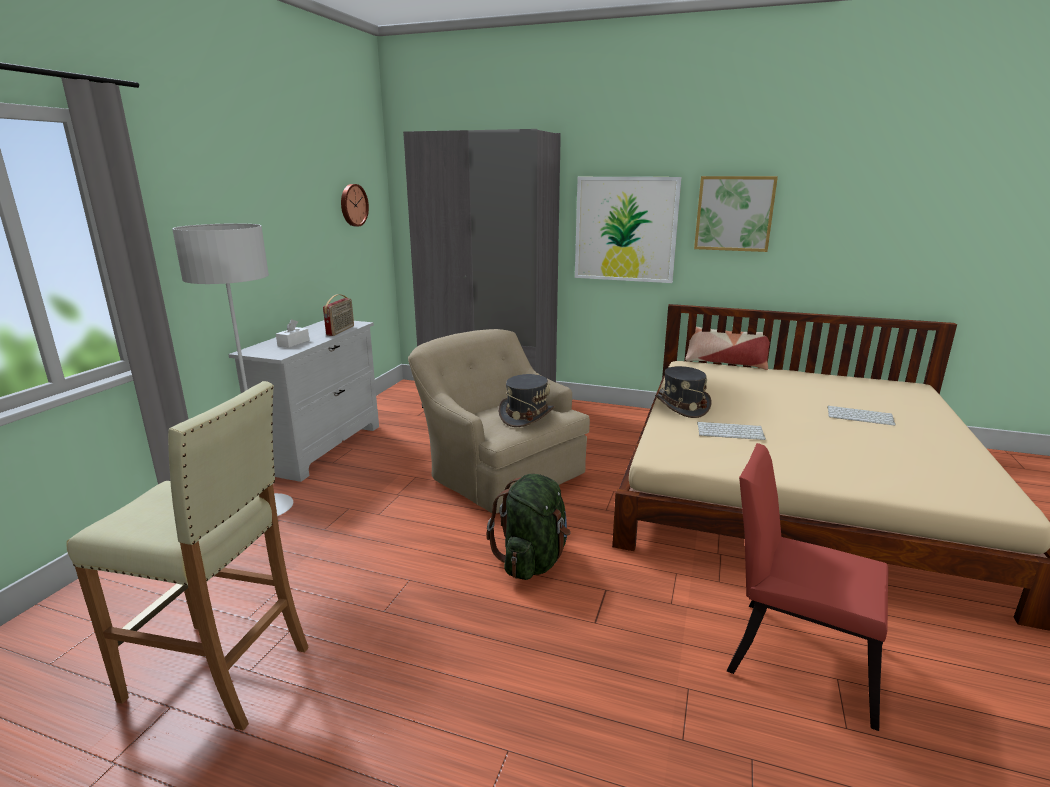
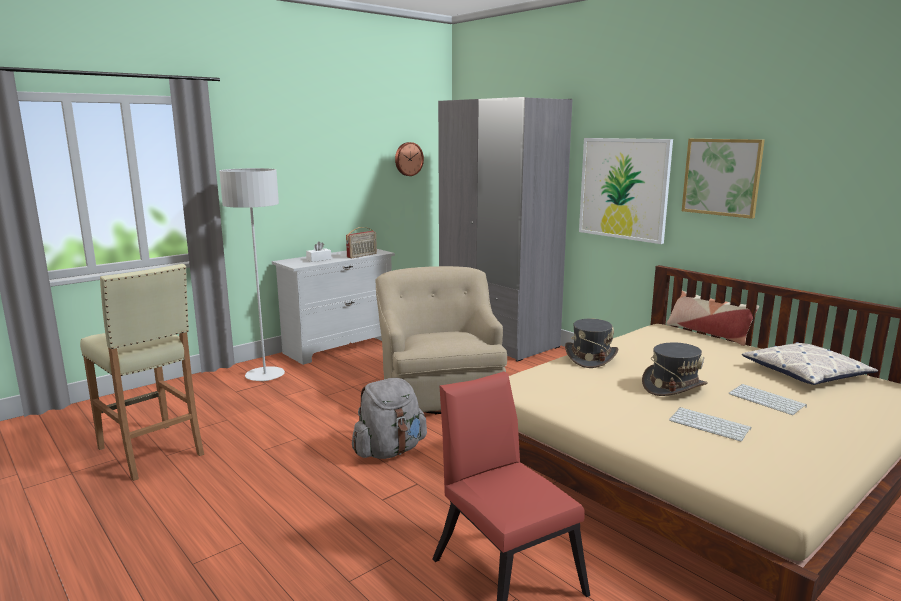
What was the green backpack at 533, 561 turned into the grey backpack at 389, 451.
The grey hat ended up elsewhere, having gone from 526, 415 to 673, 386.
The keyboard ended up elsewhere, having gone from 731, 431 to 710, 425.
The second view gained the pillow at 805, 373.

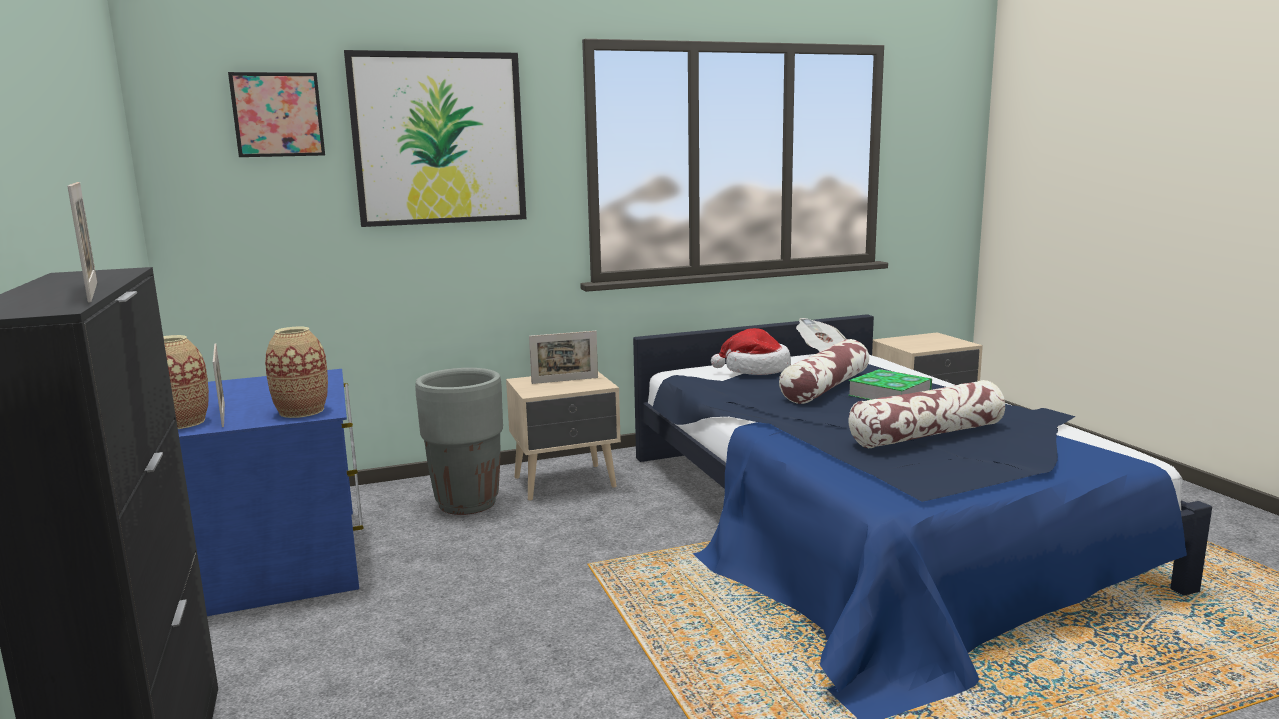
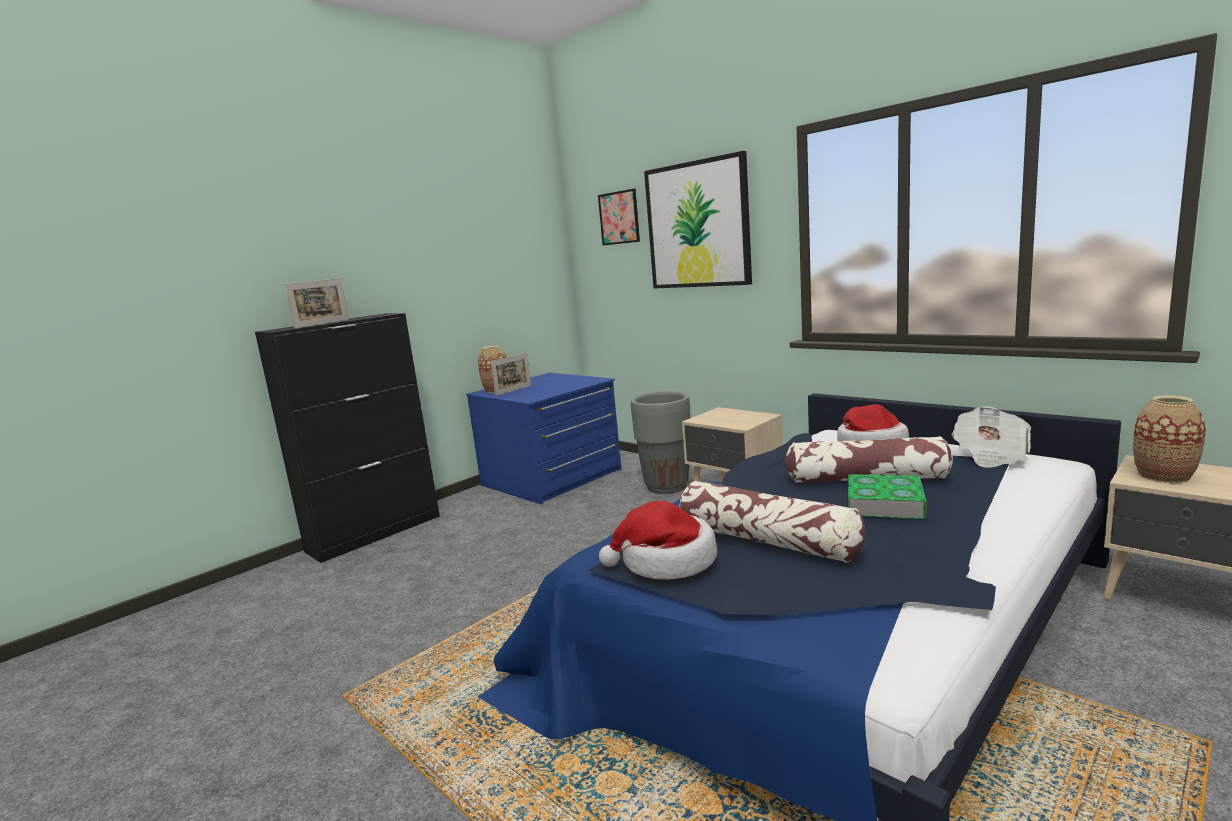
The second view gained the hat at 666, 561.
The vase ended up elsewhere, having gone from 301, 411 to 1163, 476.
The second view lost the picture frame at 565, 380.

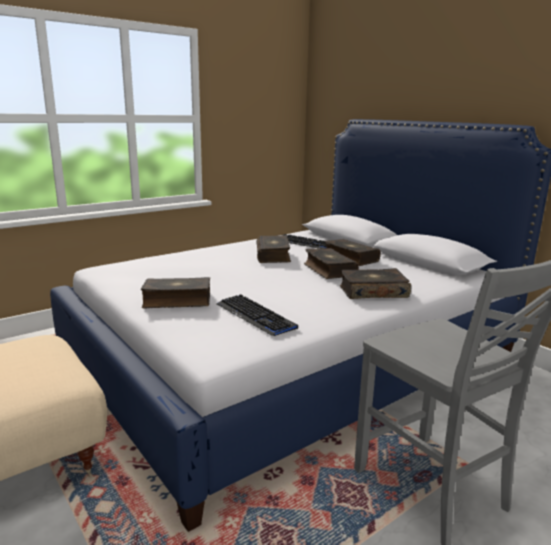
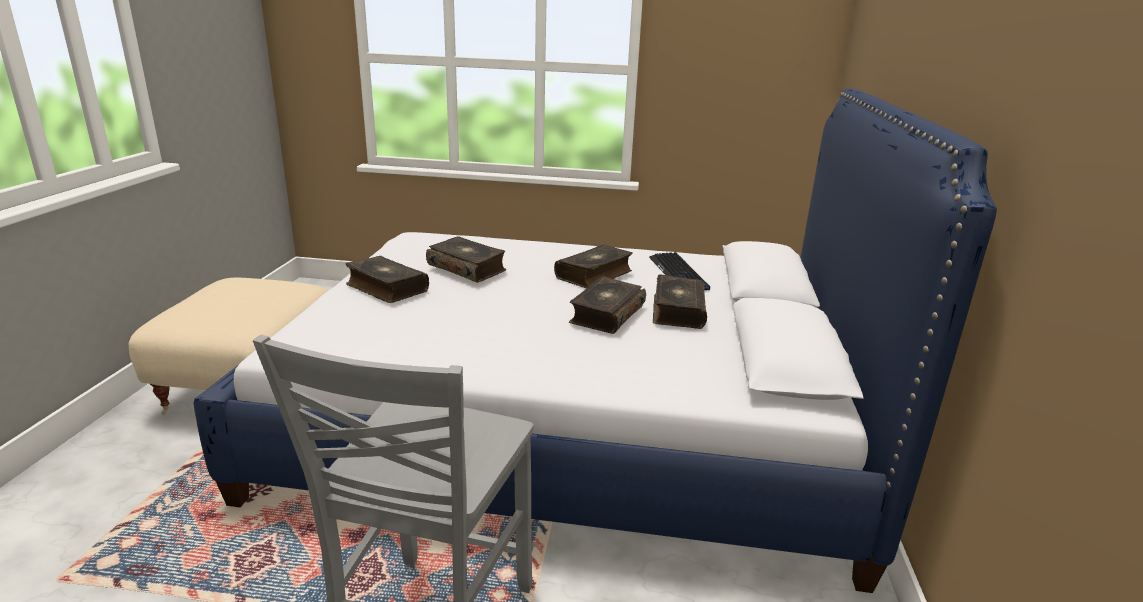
The book ended up elsewhere, having gone from 373, 292 to 467, 268.
The second view lost the keyboard at 255, 316.

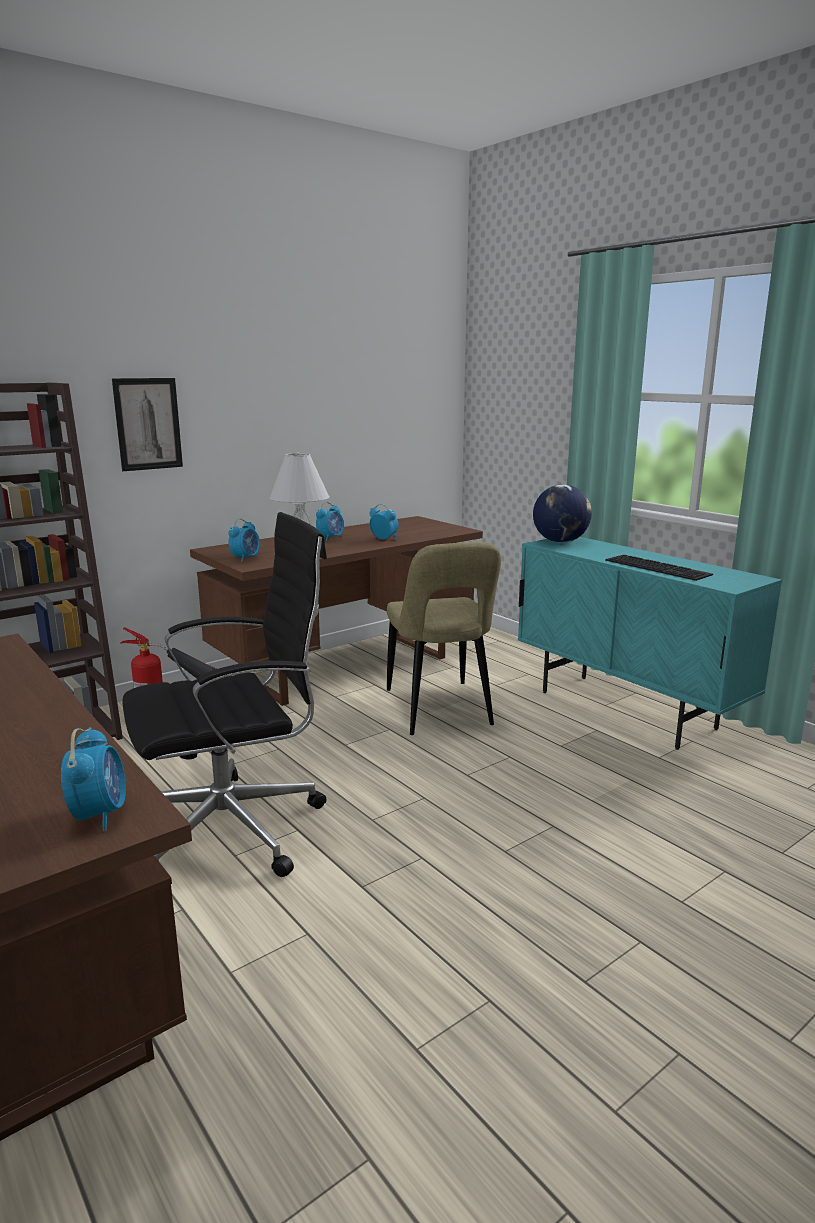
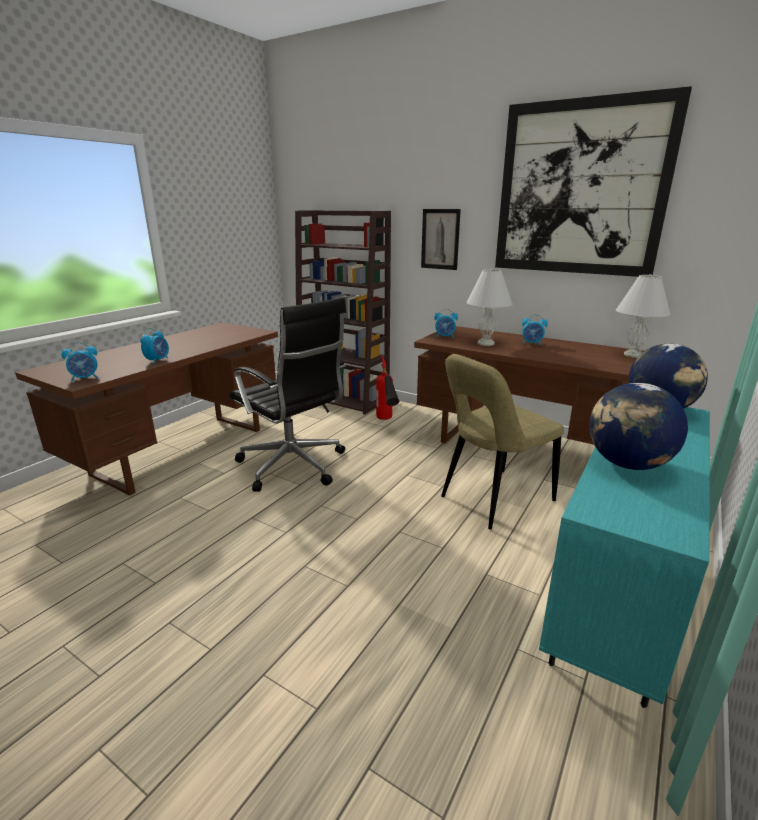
The alarm clock ended up elsewhere, having gone from 384, 539 to 158, 360.
The second view gained the picture at 580, 189.
Where the keyboard stood at 659, 567, the globe came to stand at 627, 464.
The second view gained the white table lamp at 633, 355.

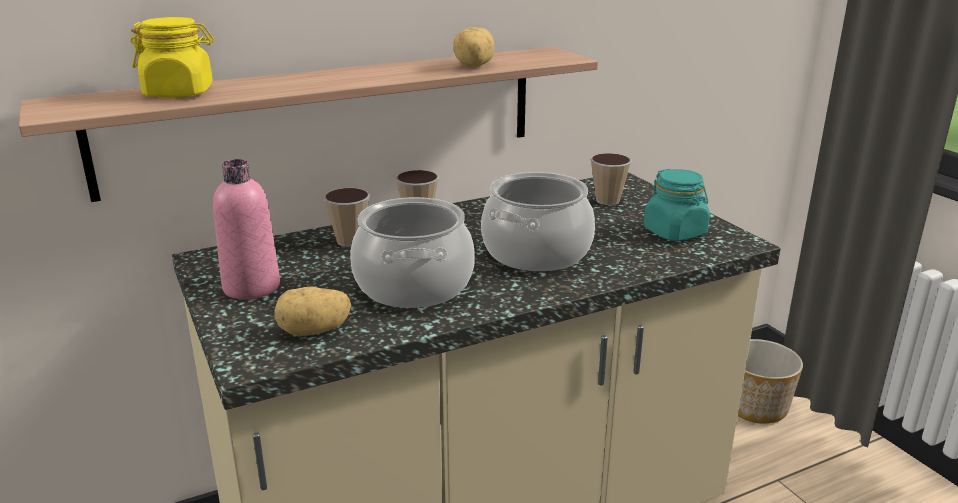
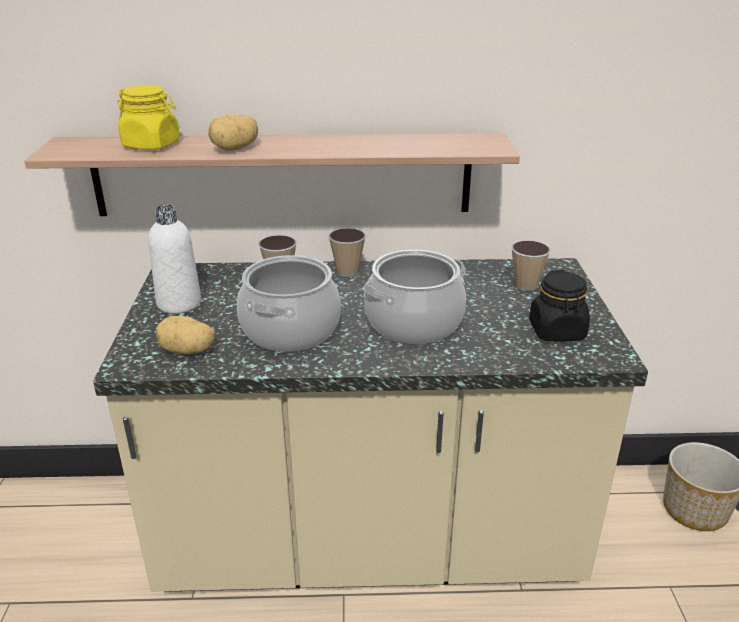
What was the pink bottle at 251, 287 turned into the white bottle at 179, 303.
The potato ended up elsewhere, having gone from 476, 65 to 236, 149.
What was the turquoise jar at 675, 232 turned into the black jar at 557, 331.

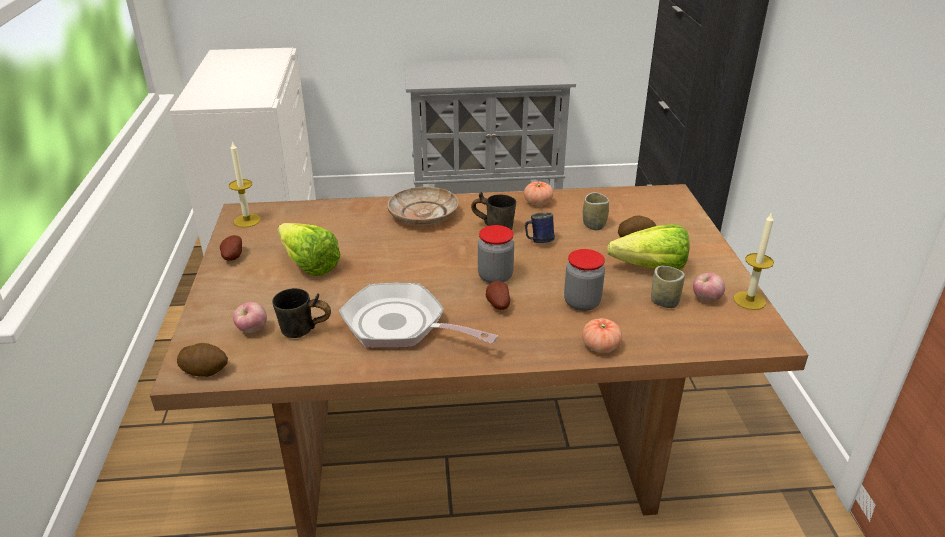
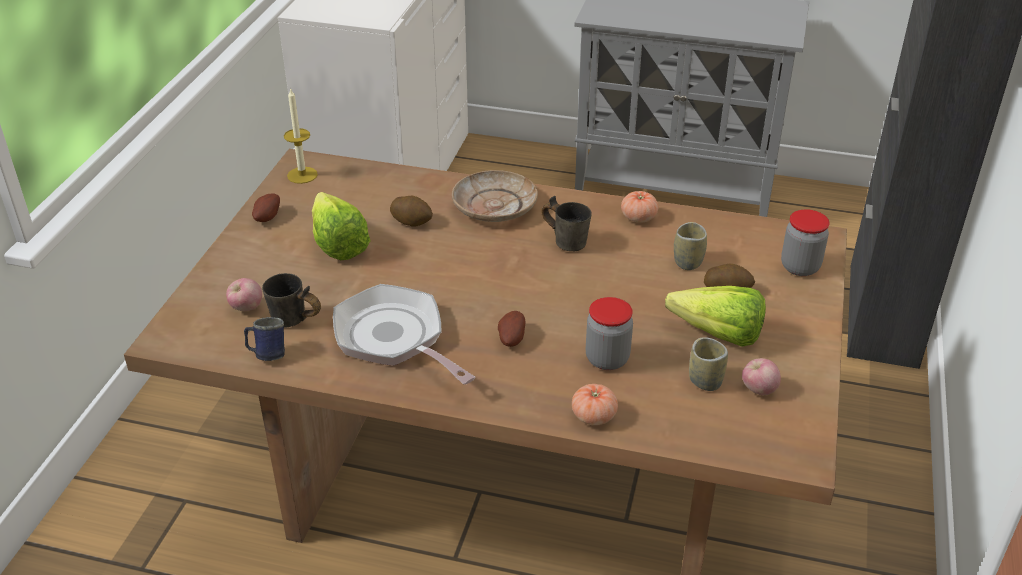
The blue mug ended up elsewhere, having gone from 538, 241 to 267, 354.
The potato ended up elsewhere, having gone from 205, 370 to 412, 221.
The jar ended up elsewhere, having gone from 495, 277 to 800, 267.
The second view lost the candle at 749, 300.

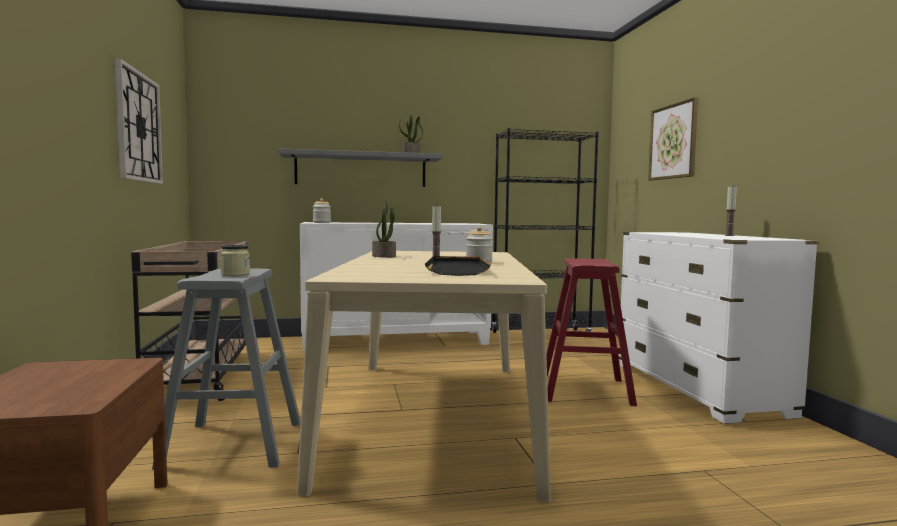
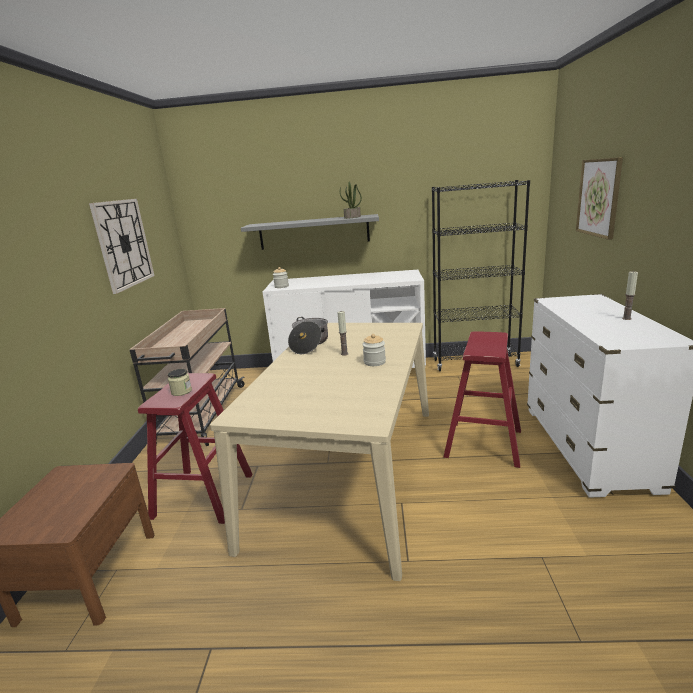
What was the grey stool at 234, 443 turned into the red stool at 203, 495.
Where the potted plant stood at 384, 256, the cooking pot came to stand at 309, 344.
The second view lost the black tray at 456, 269.

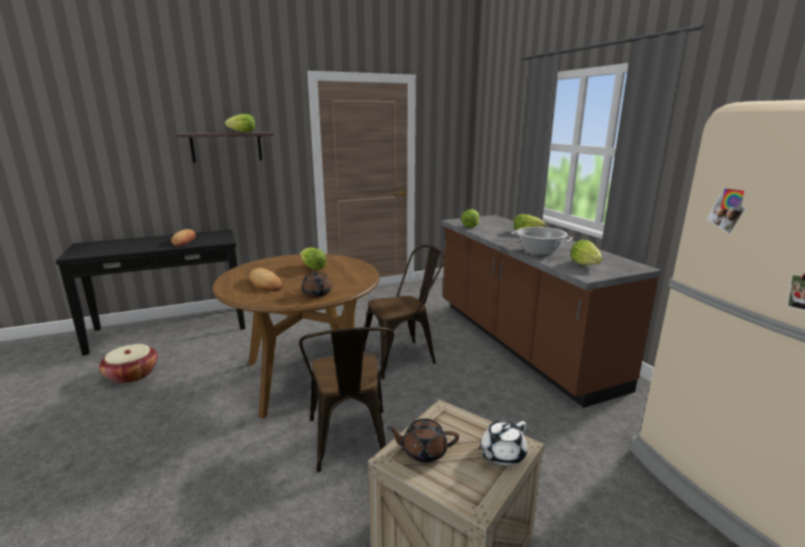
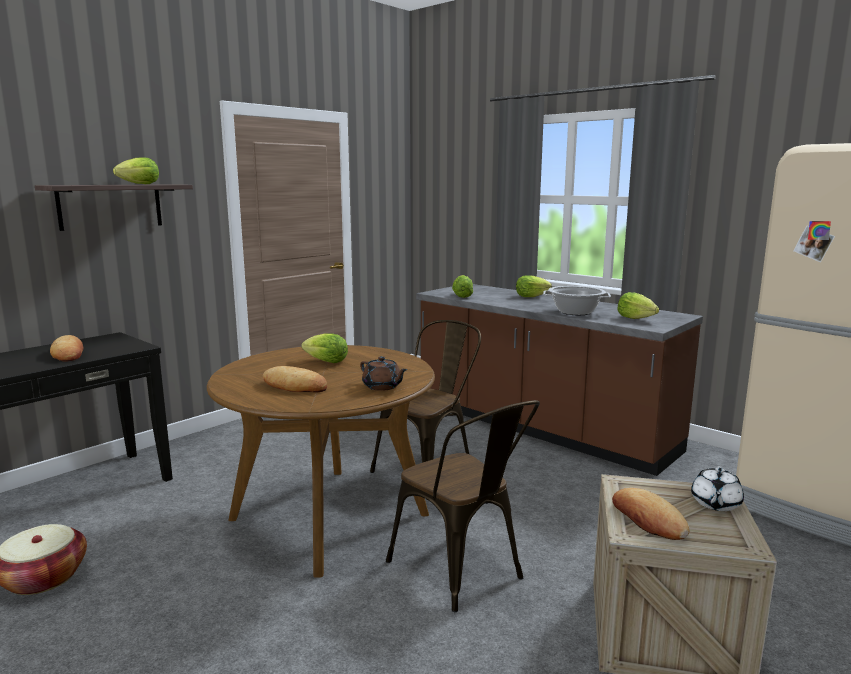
Where the brown teapot stood at 423, 451, the bread came to stand at 648, 520.

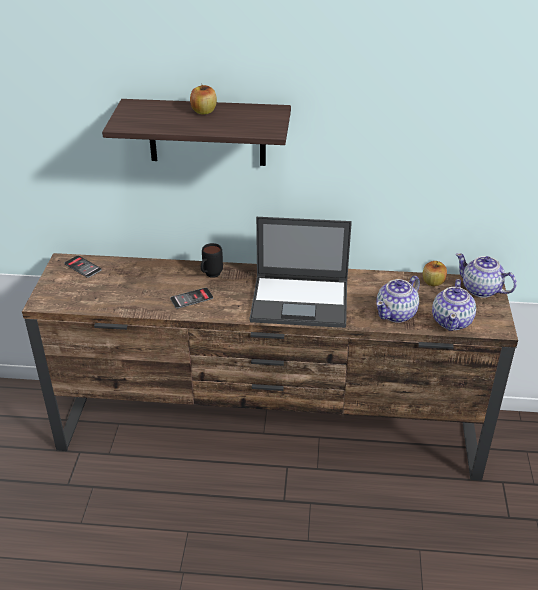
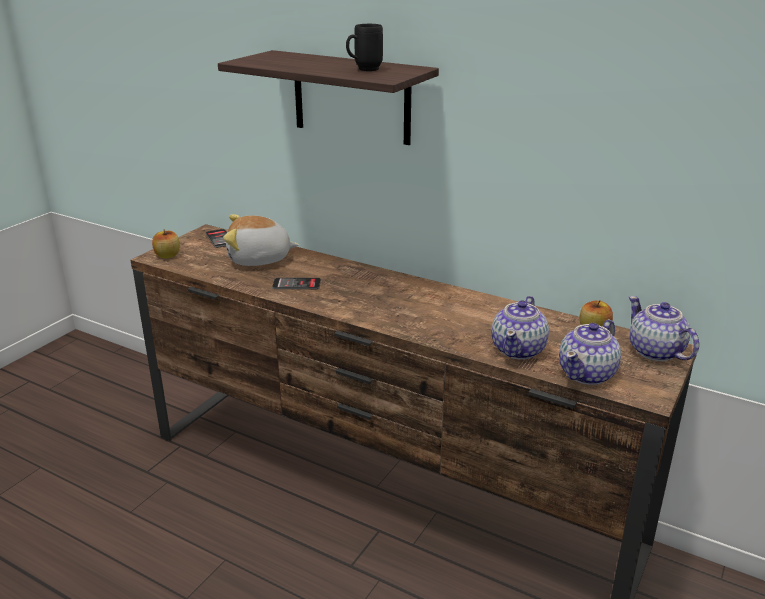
The apple ended up elsewhere, having gone from 204, 111 to 167, 255.
The second view gained the plush toy at 259, 259.
The black mug ended up elsewhere, having gone from 210, 275 to 363, 70.
The teapot at 396, 313 ended up facing another way, 45 degrees counterclockwise from before.
The second view lost the laptop at 301, 301.

